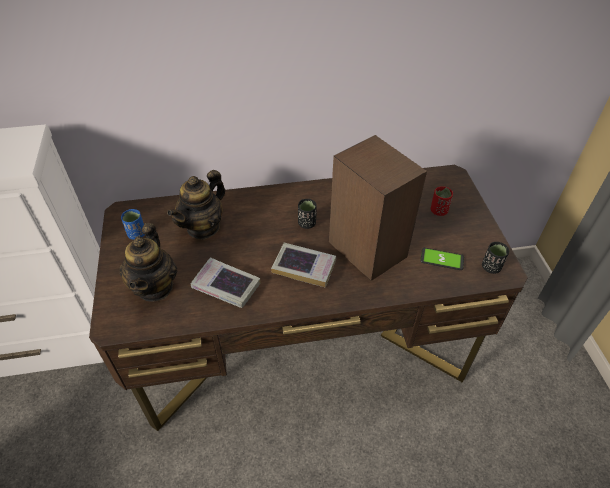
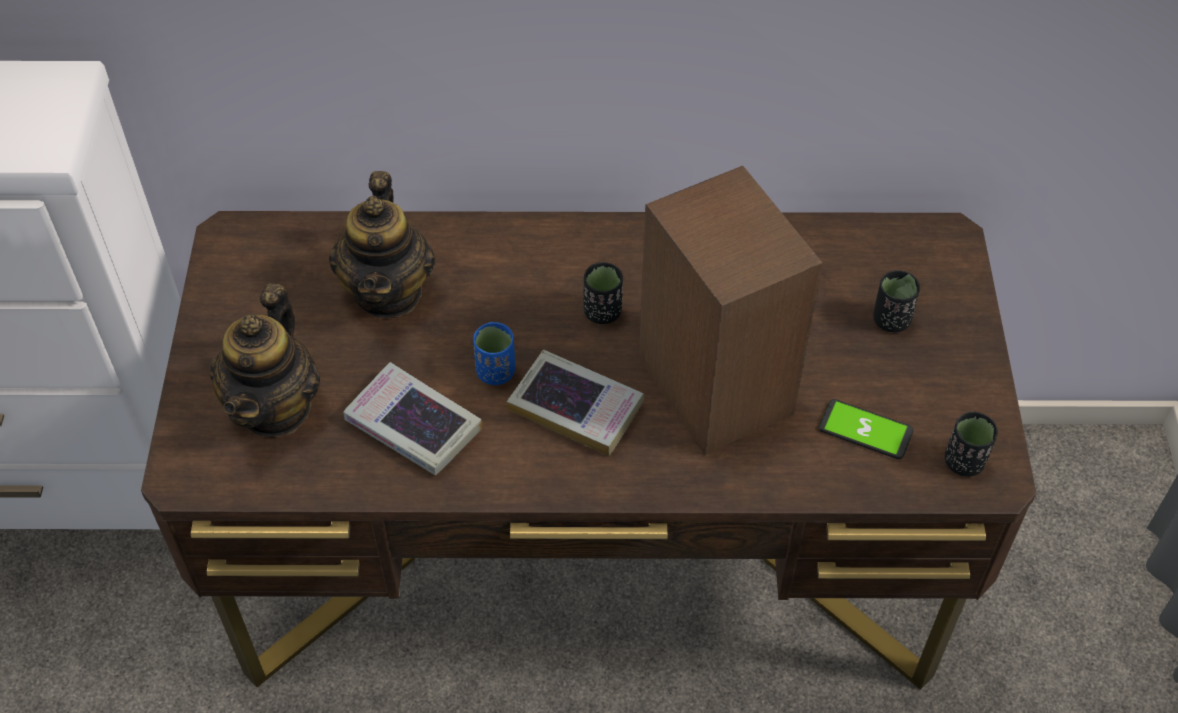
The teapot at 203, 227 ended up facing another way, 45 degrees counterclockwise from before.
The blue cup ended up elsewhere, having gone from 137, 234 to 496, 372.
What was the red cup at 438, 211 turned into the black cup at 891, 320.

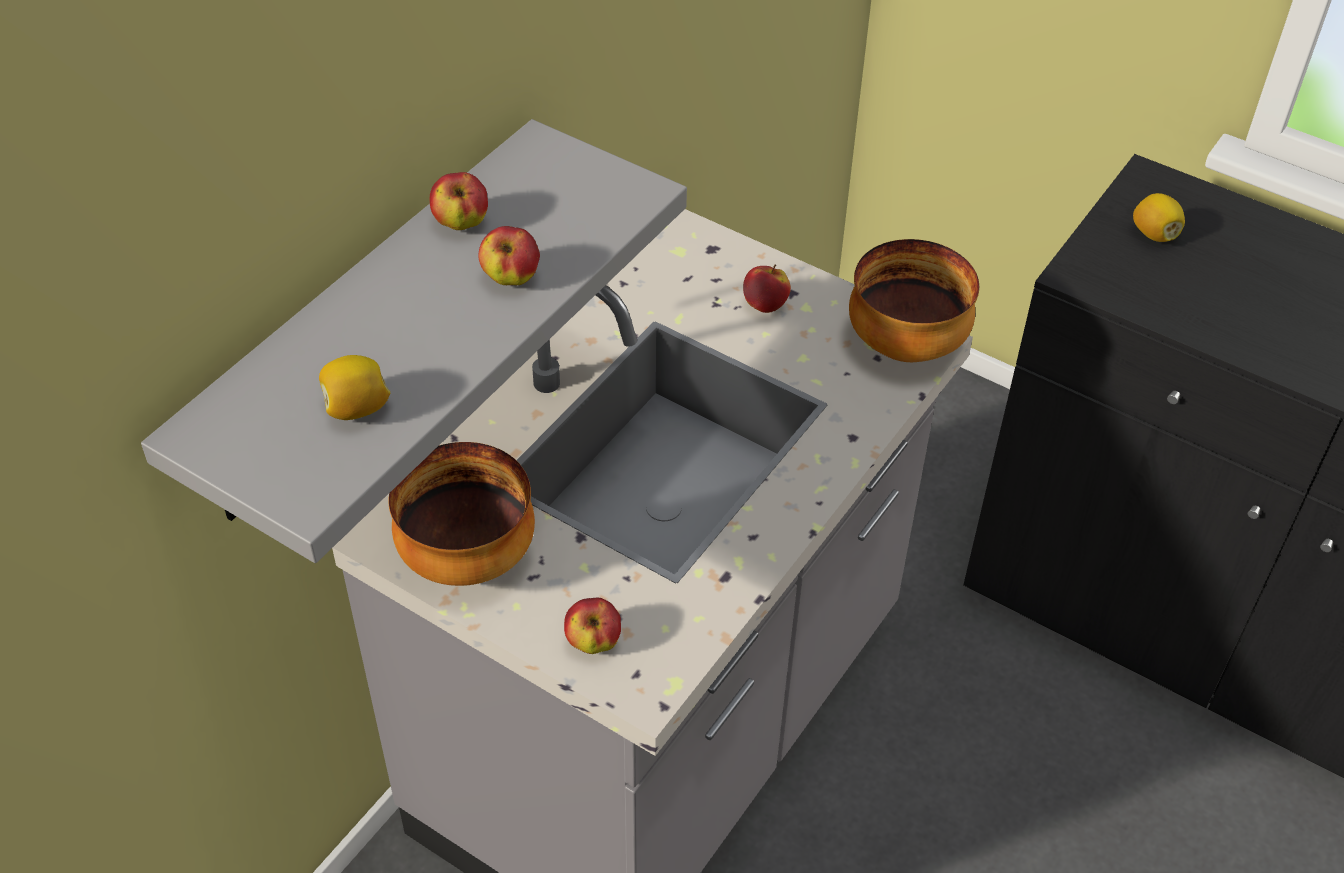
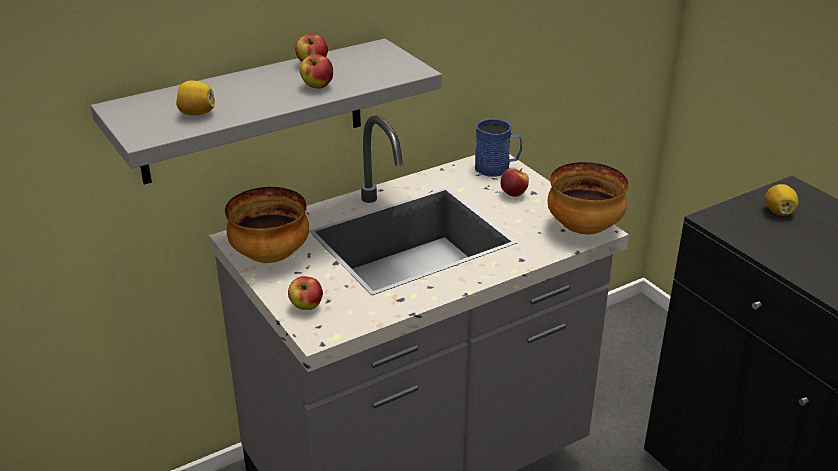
The second view gained the blue mug at 497, 168.

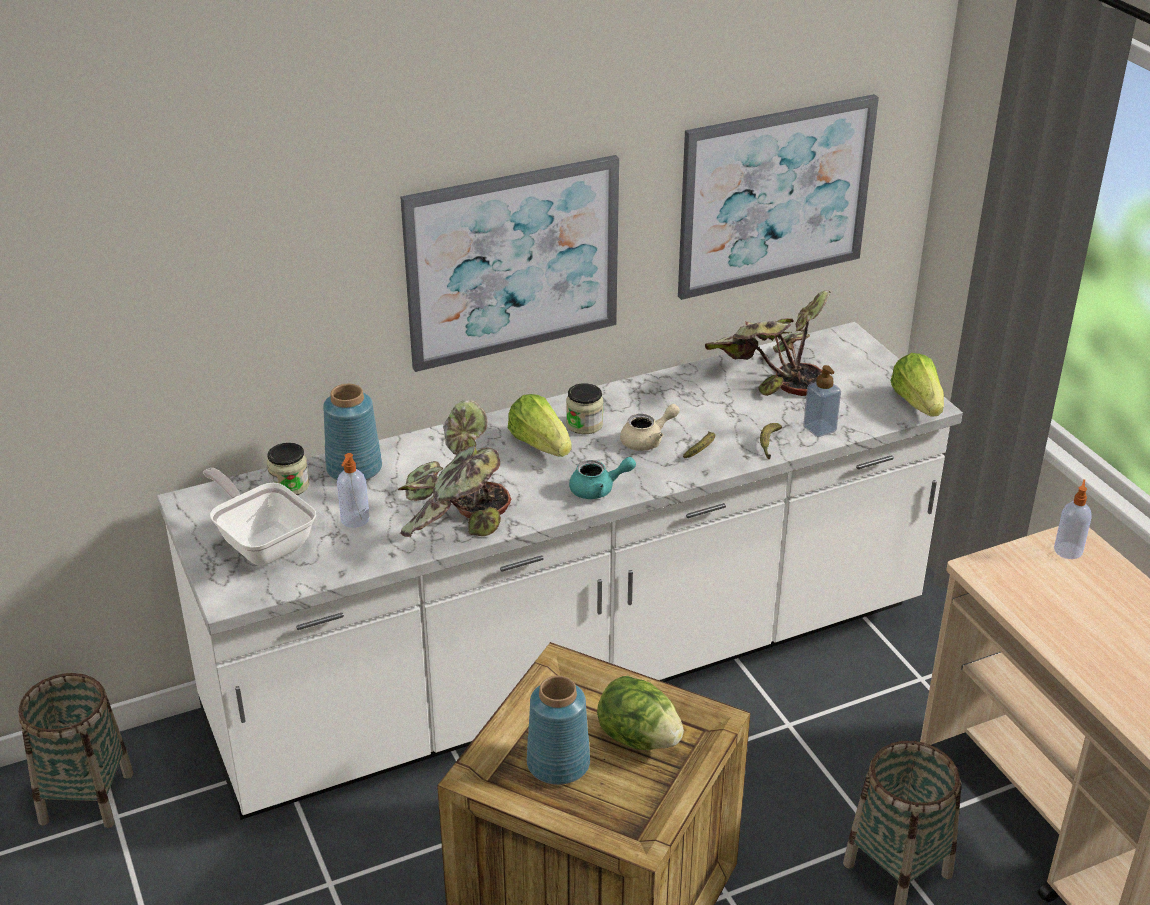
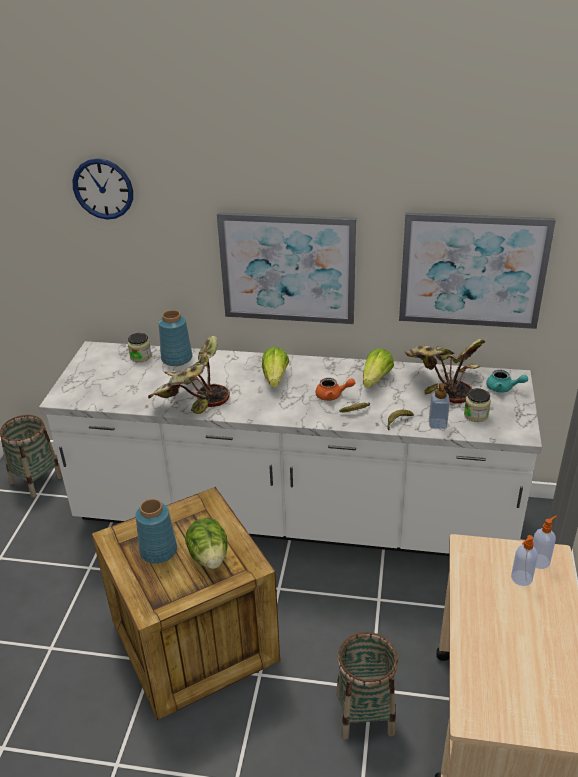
The second view gained the wall clock at 103, 189.
What was the beige teapot at 648, 440 turned into the orange teapot at 332, 395.
The lettuce ended up elsewhere, having gone from 917, 403 to 376, 379.
The jar ended up elsewhere, having gone from 584, 424 to 476, 415.
The turquoise teapot ended up elsewhere, having gone from 598, 489 to 503, 388.
The soap dispenser ended up elsewhere, having gone from 354, 520 to 521, 578.
The second view lost the frying pan at 262, 542.

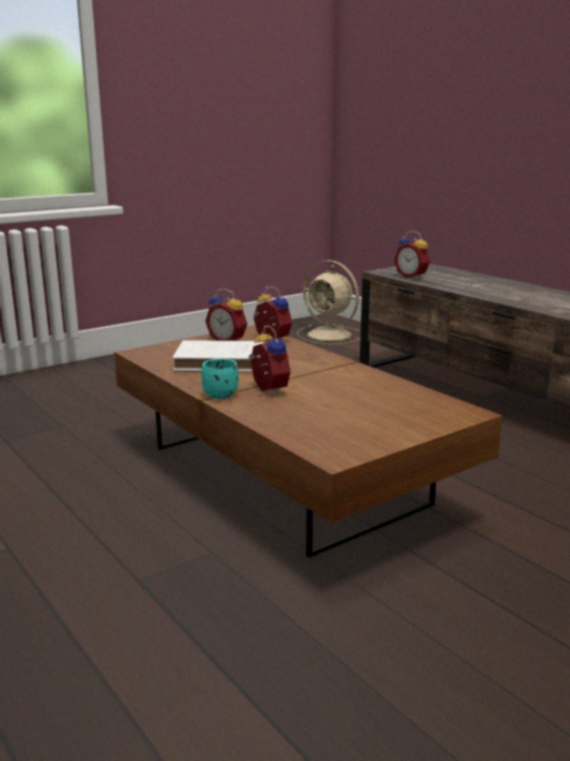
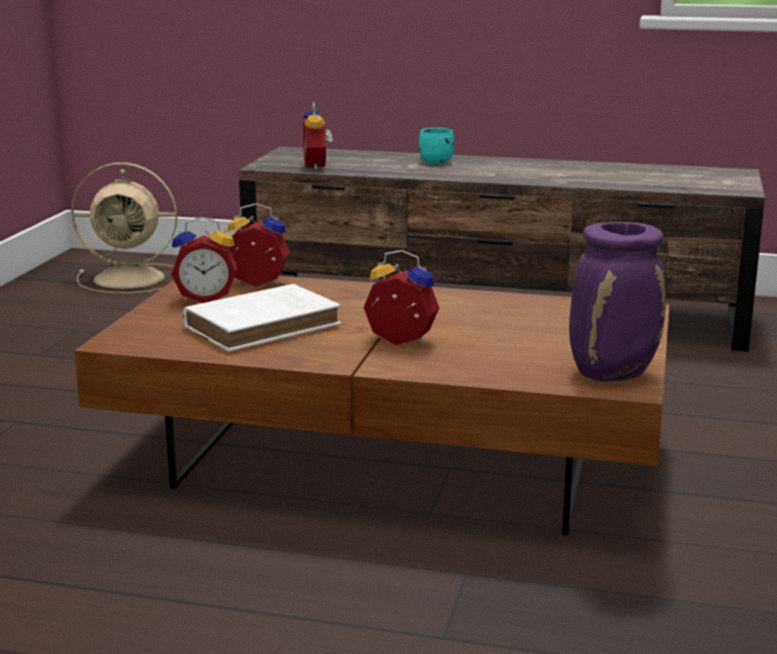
The alarm clock at 412, 276 ended up facing another way, 75 degrees clockwise from before.
The turquoise mug ended up elsewhere, having gone from 221, 393 to 433, 161.
The second view gained the purple vase at 613, 374.

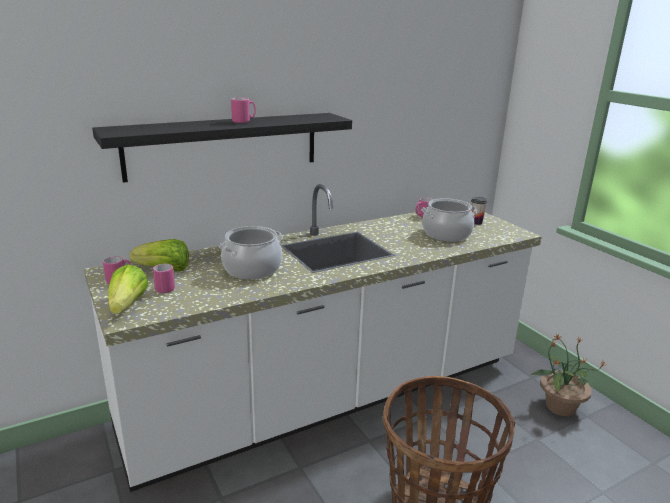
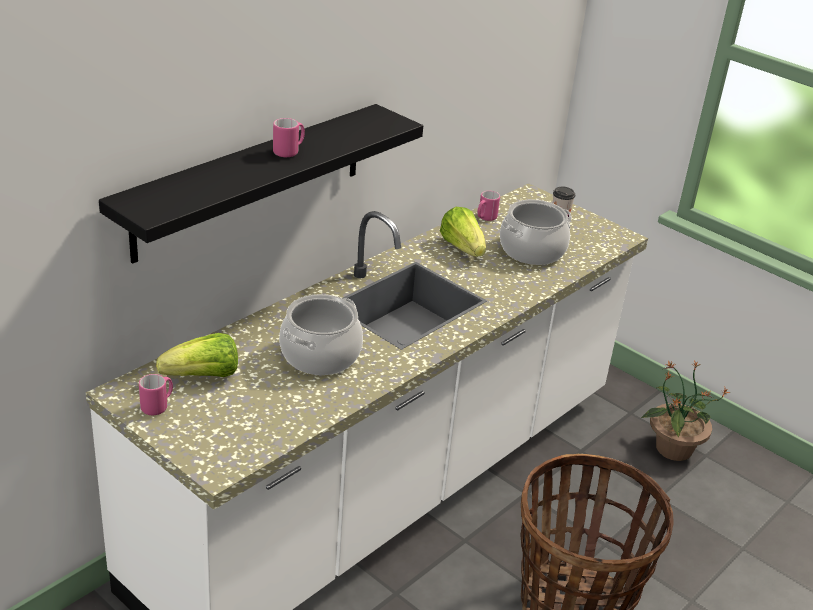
The lettuce ended up elsewhere, having gone from 128, 305 to 462, 248.
The second view lost the pink mug at 164, 288.

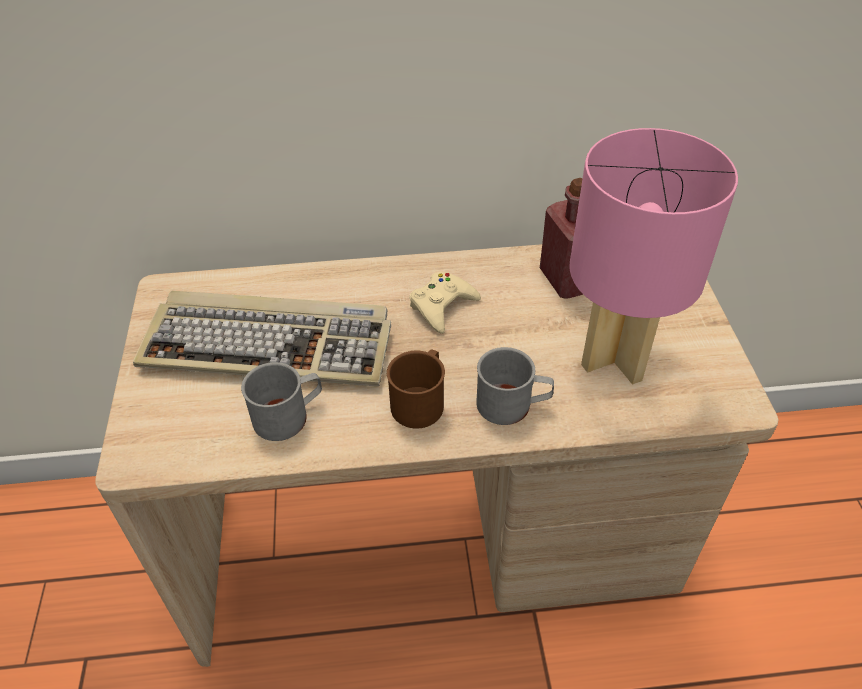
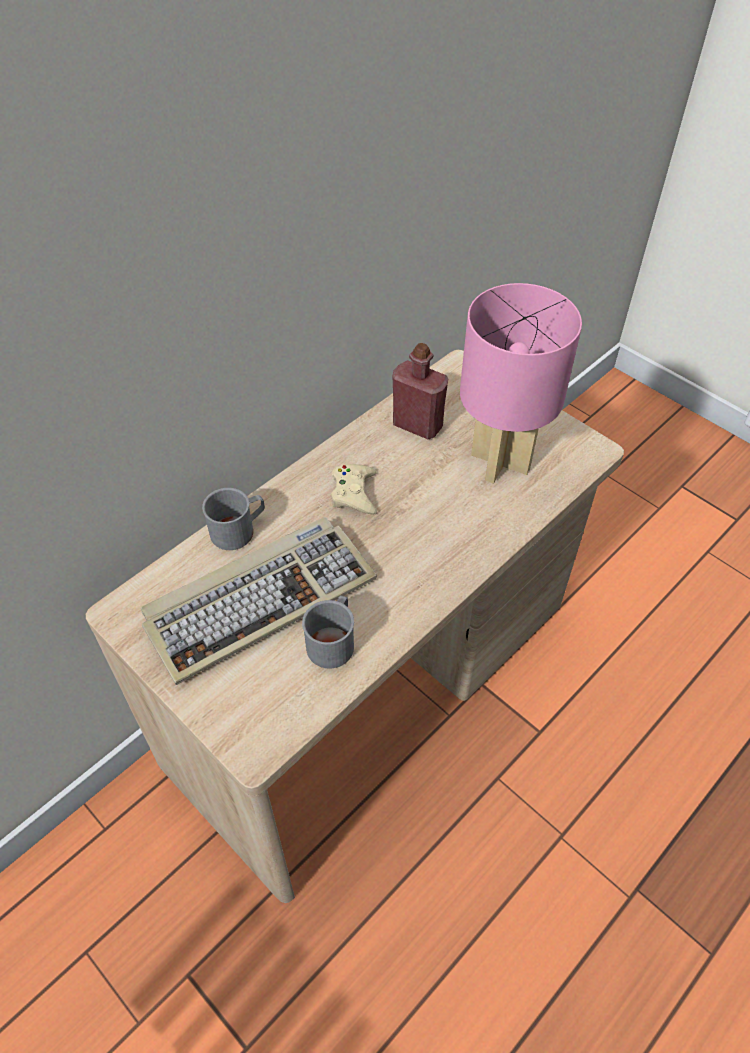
The grey mug ended up elsewhere, having gone from 512, 405 to 238, 530.
The second view lost the brown mug at 421, 401.

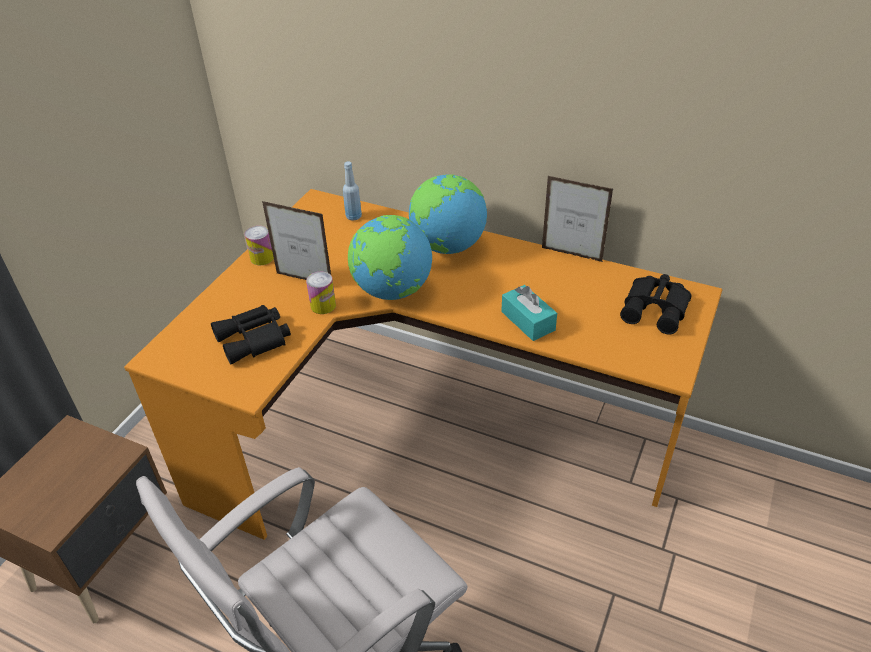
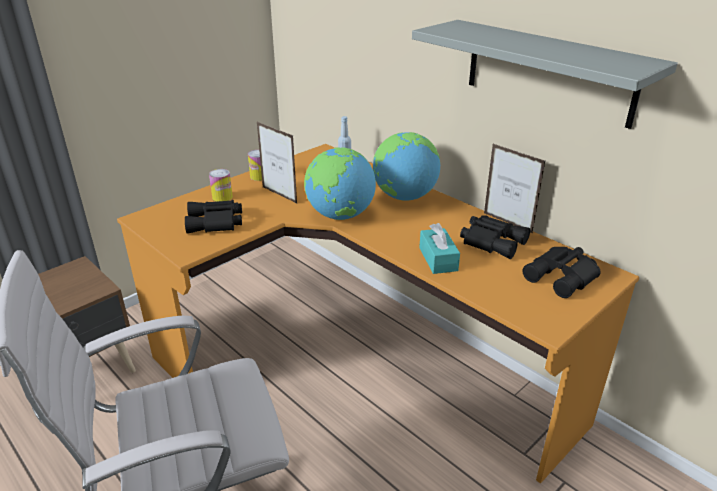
The can ended up elsewhere, having gone from 323, 305 to 222, 197.
The second view gained the grey shelf at 548, 72.
The second view gained the black binoculars at 492, 241.

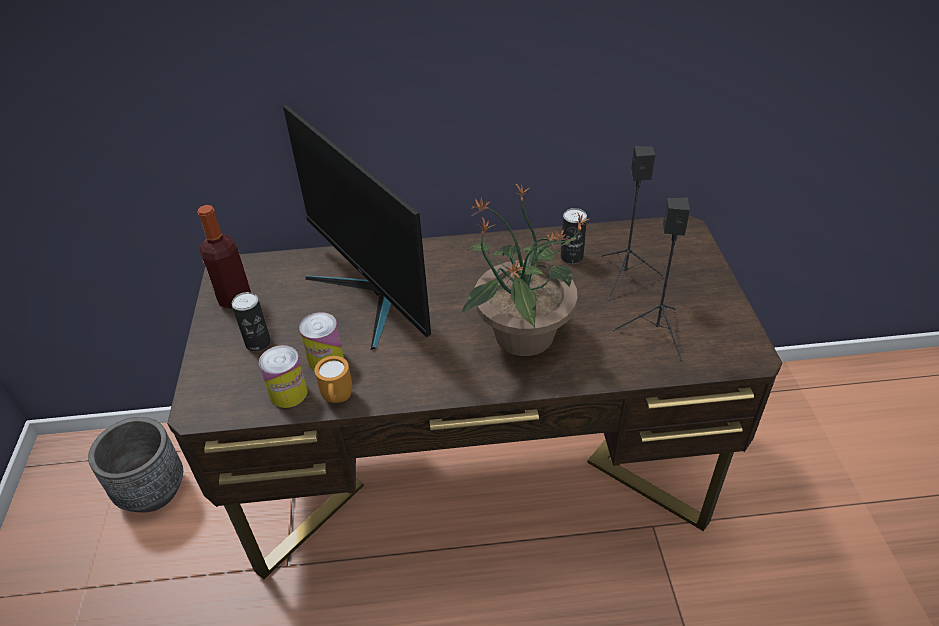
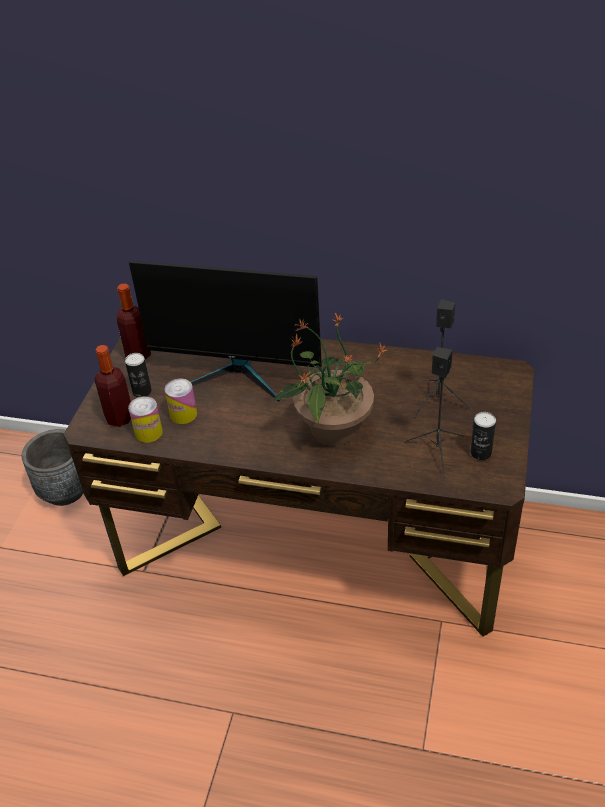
The second view gained the bottle at 119, 418.
The monitor at 373, 295 ended up facing another way, 60 degrees counterclockwise from before.
The can ended up elsewhere, having gone from 571, 257 to 481, 453.
The second view lost the orange mug at 337, 400.

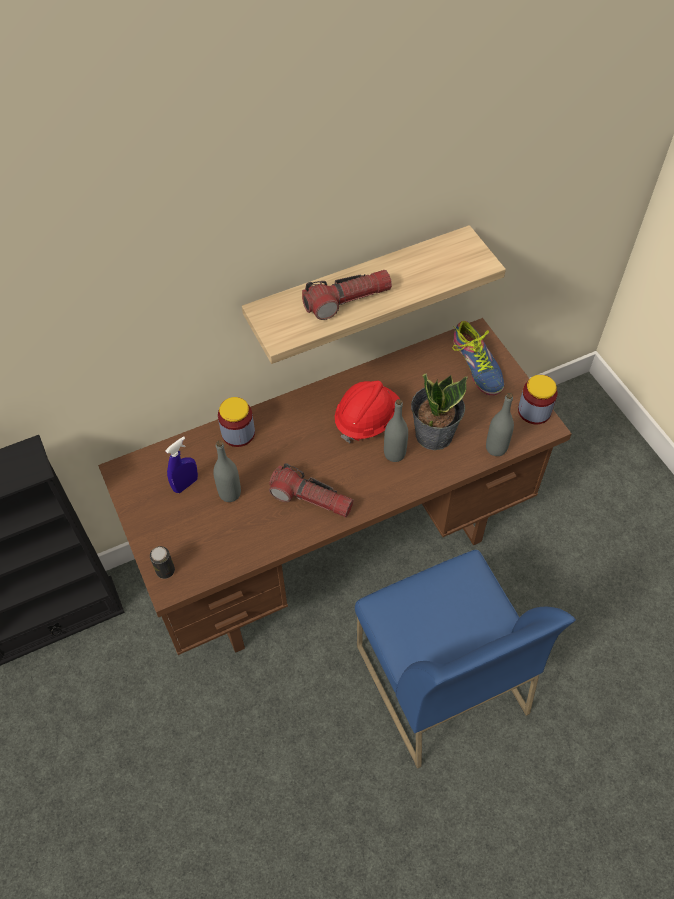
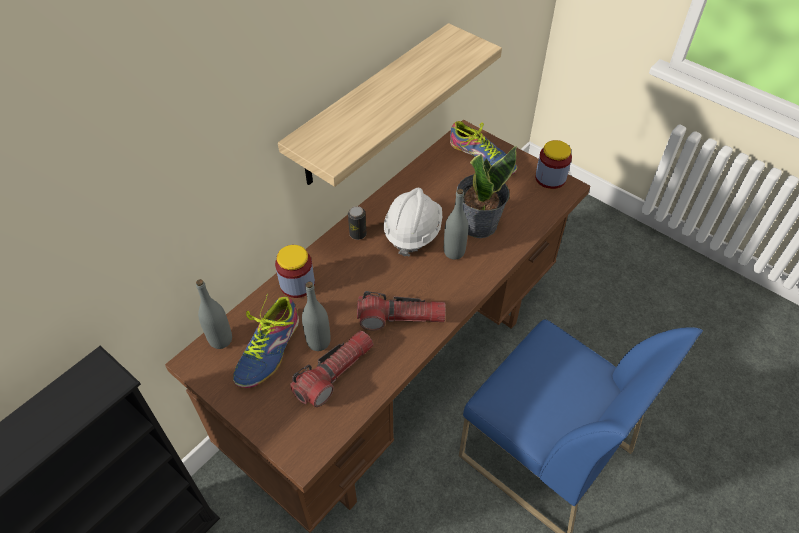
The grey bottle ended up elsewhere, having gone from 496, 448 to 220, 340.
Where the blue spray bottle stood at 186, 484, the shoe came to stand at 269, 349.
The flashlight ended up elsewhere, having gone from 347, 300 to 334, 373.
The can ended up elsewhere, having gone from 165, 570 to 358, 234.
What was the red hard hat at 367, 420 turned into the white hard hat at 412, 232.

